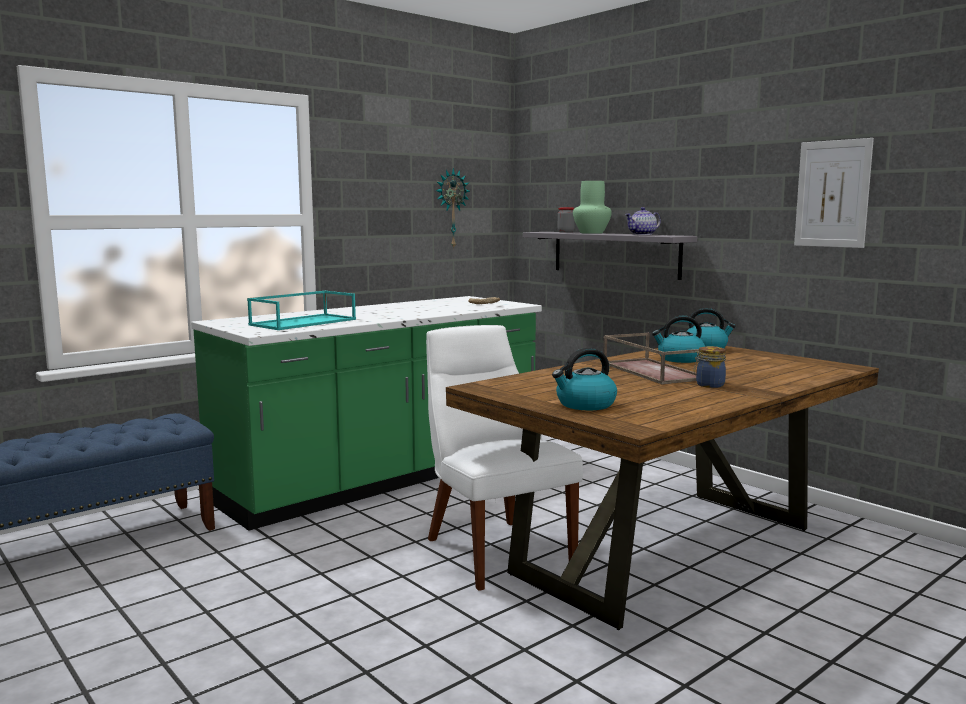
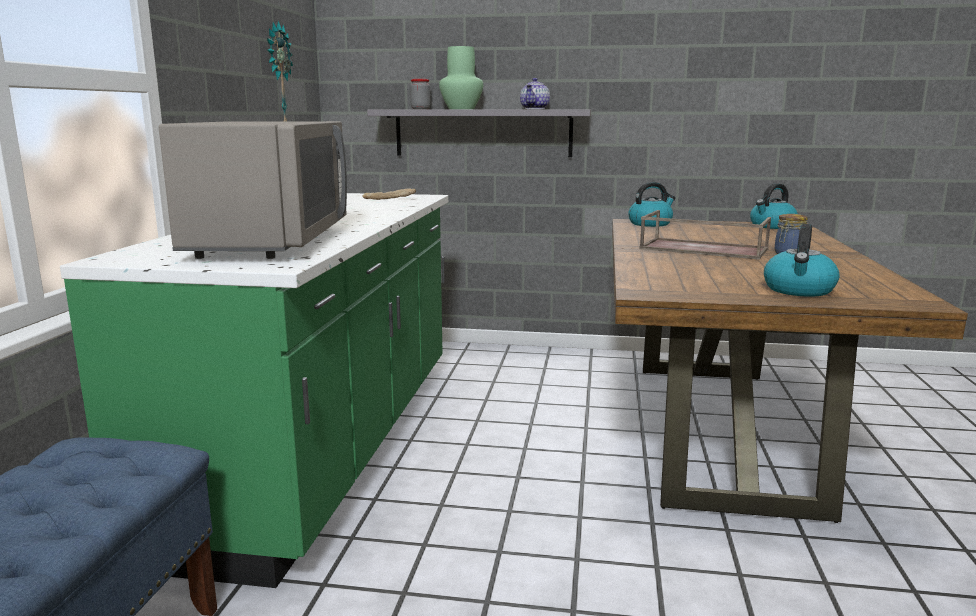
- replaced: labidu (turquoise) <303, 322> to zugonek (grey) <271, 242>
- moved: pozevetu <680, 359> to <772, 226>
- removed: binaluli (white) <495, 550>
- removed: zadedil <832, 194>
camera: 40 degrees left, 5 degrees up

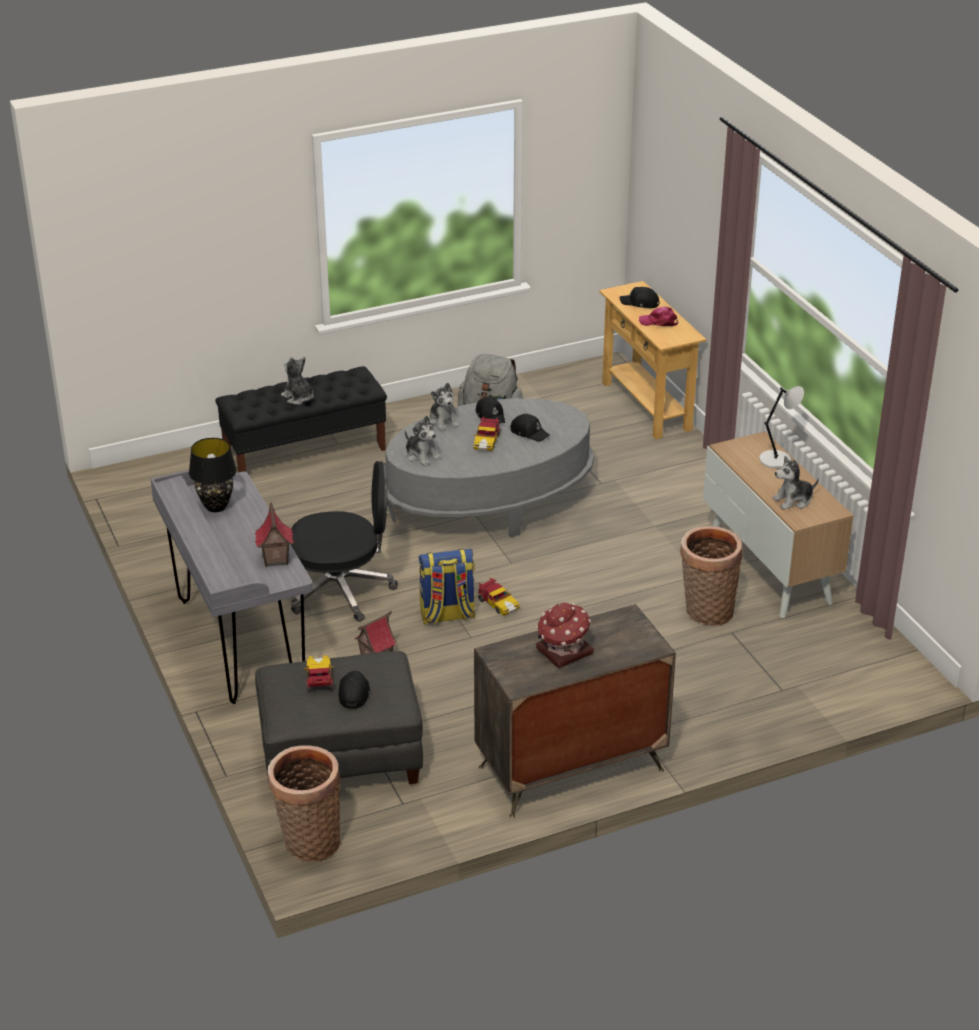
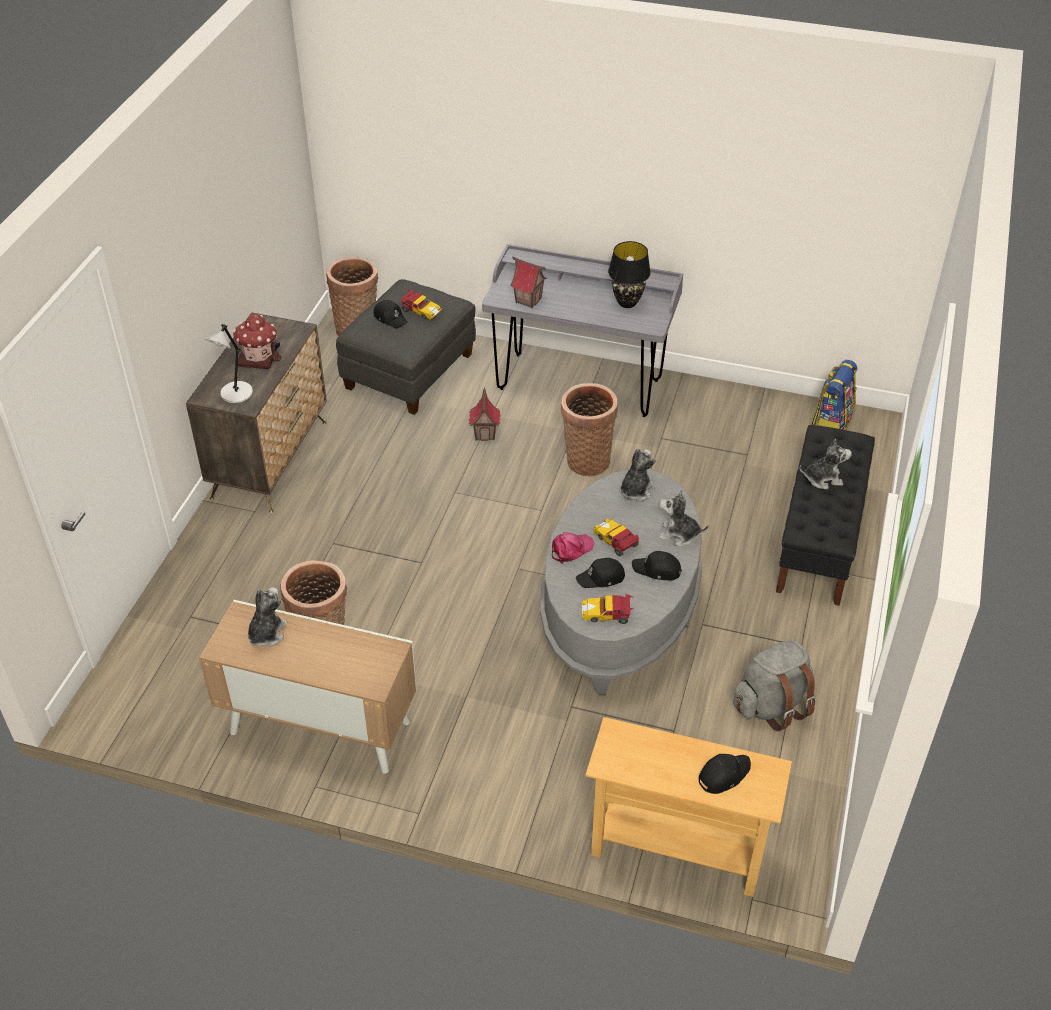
- moved: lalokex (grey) <777, 459> to <235, 394>
- moved: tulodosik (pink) <659, 322> to <571, 549>
- replaced: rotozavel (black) <342, 590> to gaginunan <586, 459>
- moved: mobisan <497, 604> to <607, 614>
- turned: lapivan <422, 456> = <635, 490> 120 degrees clockwise
- moved: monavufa <447, 615> to <831, 424>
camera: 130 degrees right, 10 degrees up

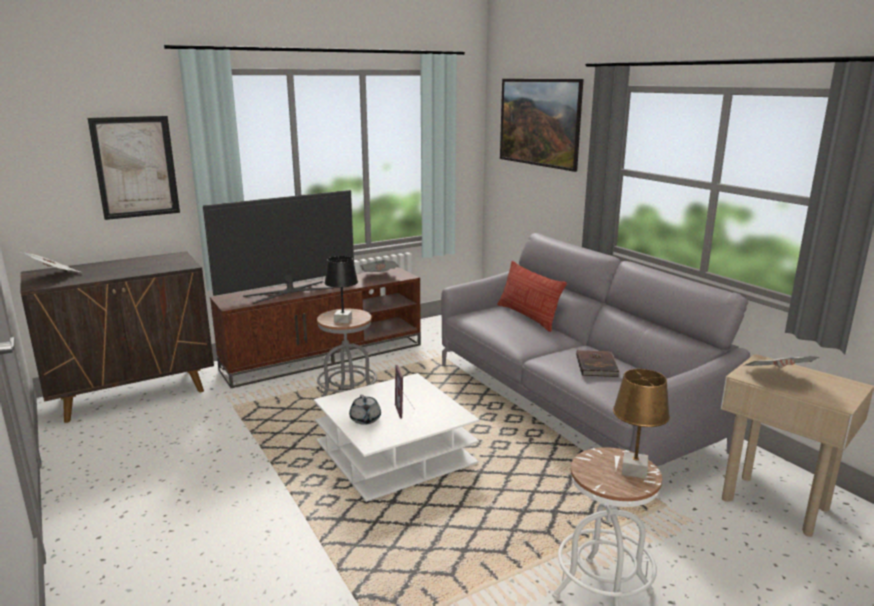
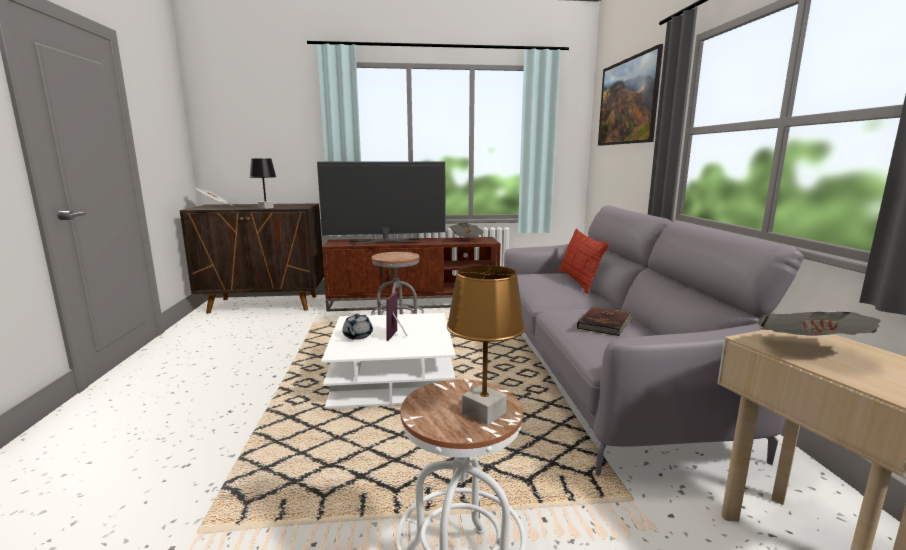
- moved: lalokex (black) <343, 320> to <266, 208>
- removed: zadedil <135, 167>
camera: 25 degrees right, 5 degrees down

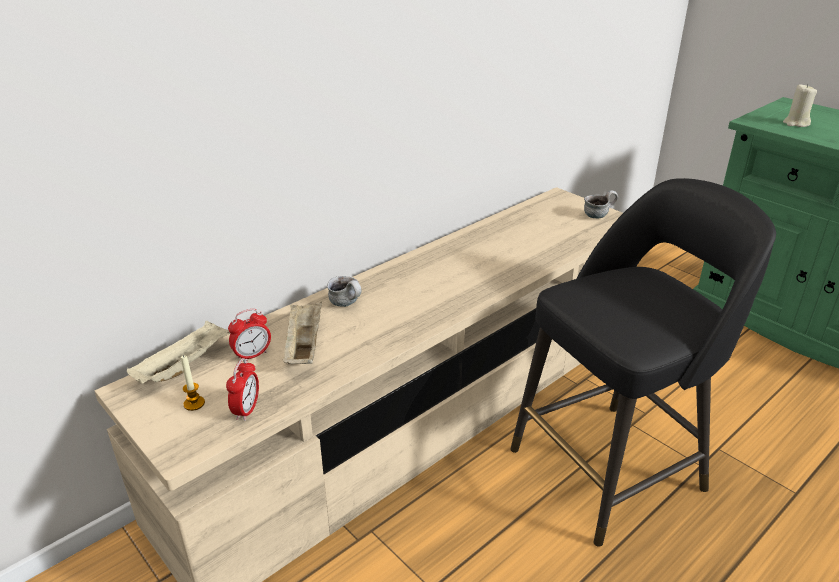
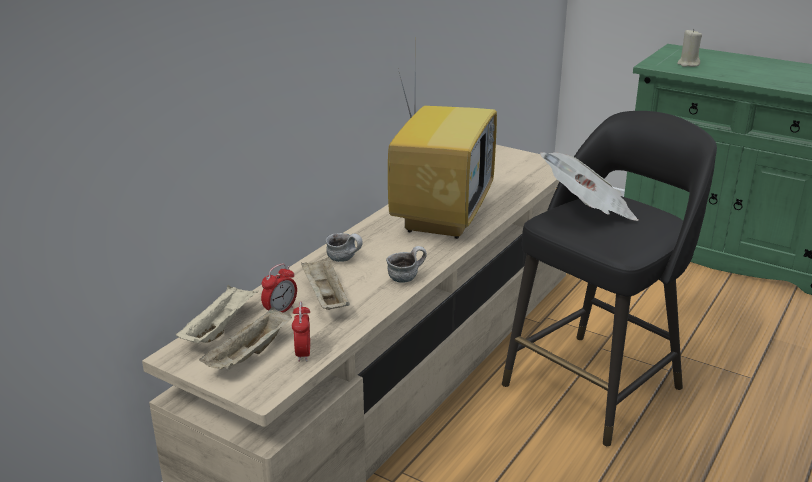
- replaced: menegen <194, 403> to labidu (beige) <249, 355>
- moved: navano <598, 215> to <406, 277>
- added: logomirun <441, 215>
- added: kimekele <587, 210>
camera: 15 degrees left, 5 degrees down

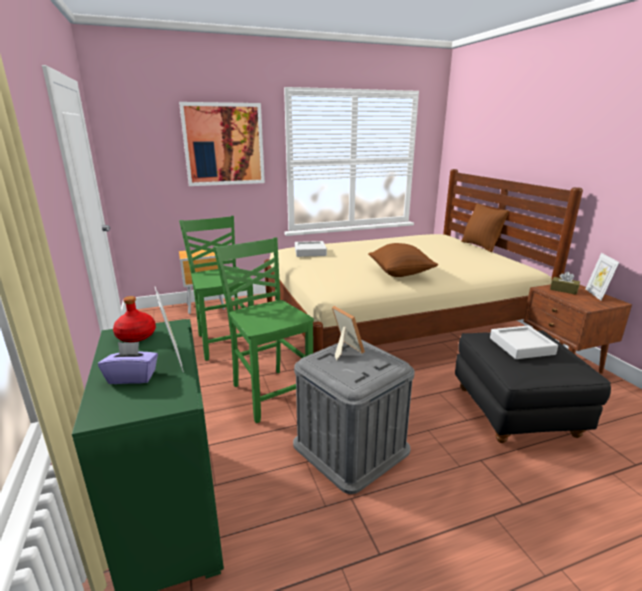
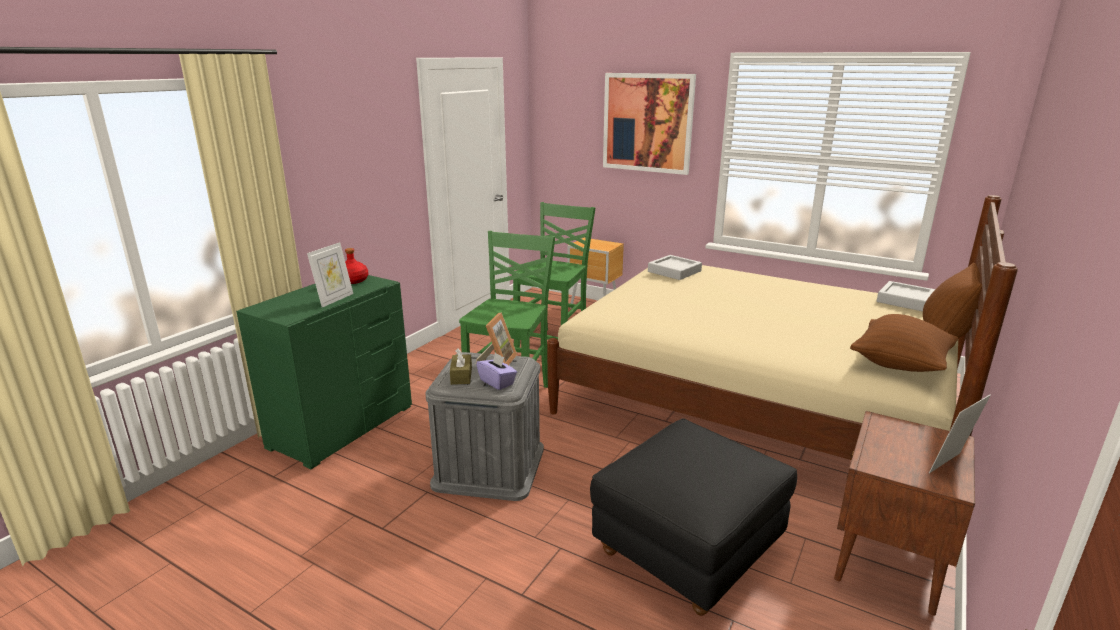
- moved: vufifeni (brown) <563, 290> to <461, 376>
- moved: vufifeni (purple) <132, 377> to <497, 382>
- moved: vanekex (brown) <400, 273> to <900, 364>
- moved: labidu (grey) <521, 346> to <905, 300>
camera: 50 degrees right, 0 degrees up

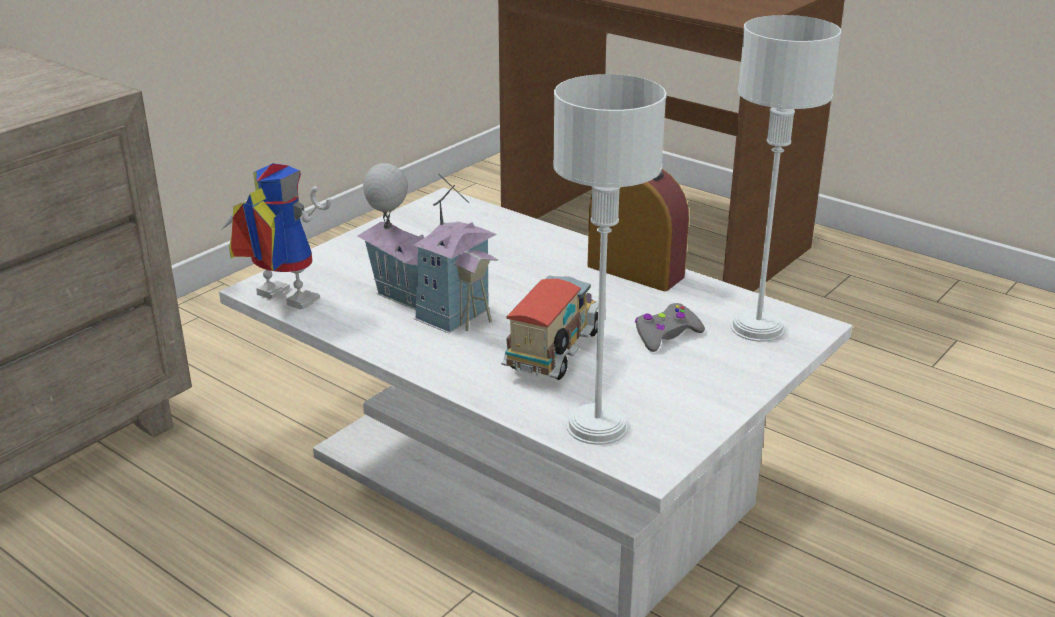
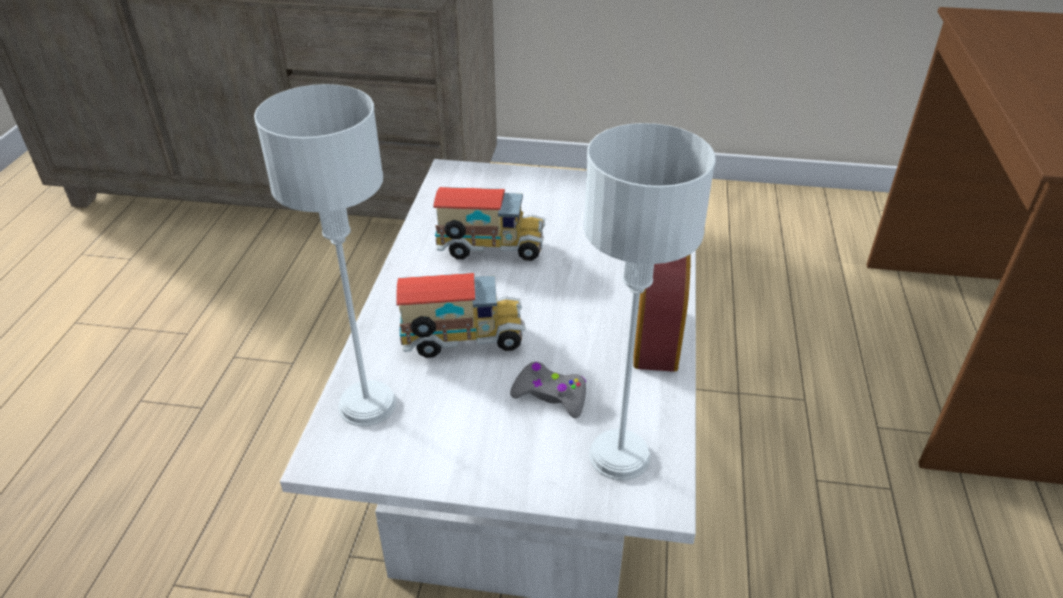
- replaced: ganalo <432, 305> to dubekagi <491, 250>
- removed: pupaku <277, 300>
camera: 60 degrees right, 10 degrees up

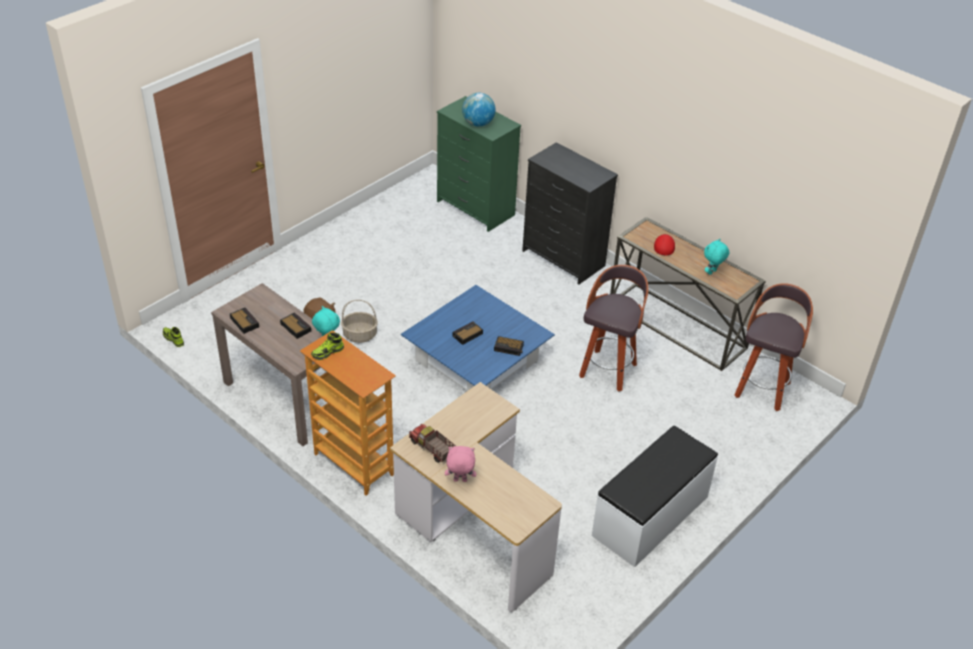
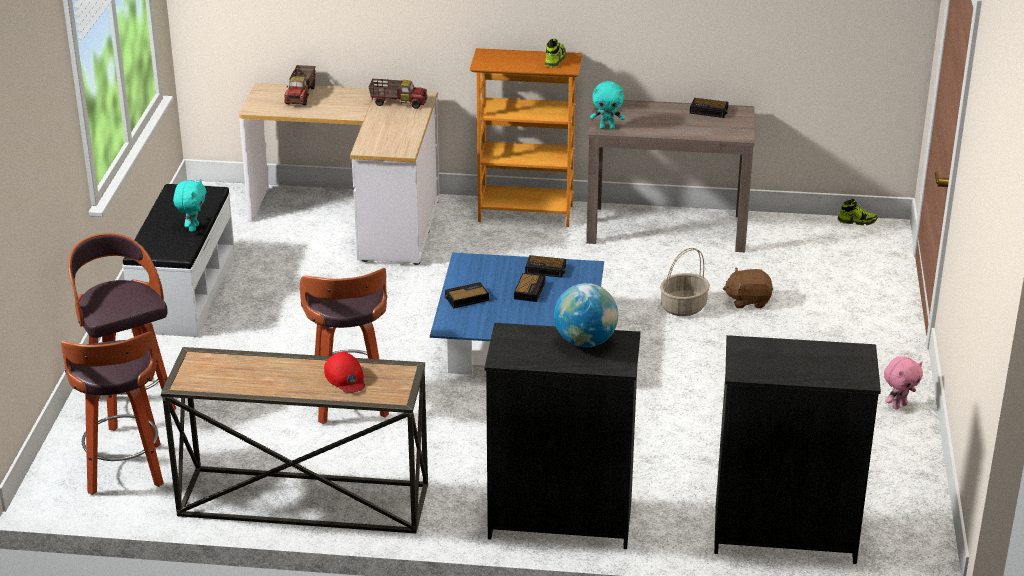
- added: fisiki <130, 403>
- moved: lapivan (turquoise) <712, 272> to <193, 228>
- added: dubekagi <301, 95>
- moved: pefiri <295, 327> to <546, 269>
- moved: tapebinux <478, 123> to <585, 342>
- recoloured: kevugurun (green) <475, 208> to kevugurun (black) <784, 532>
- moved: lapivan (pink) <460, 481> to <899, 405>
camera: 145 degrees right, 10 degrees down

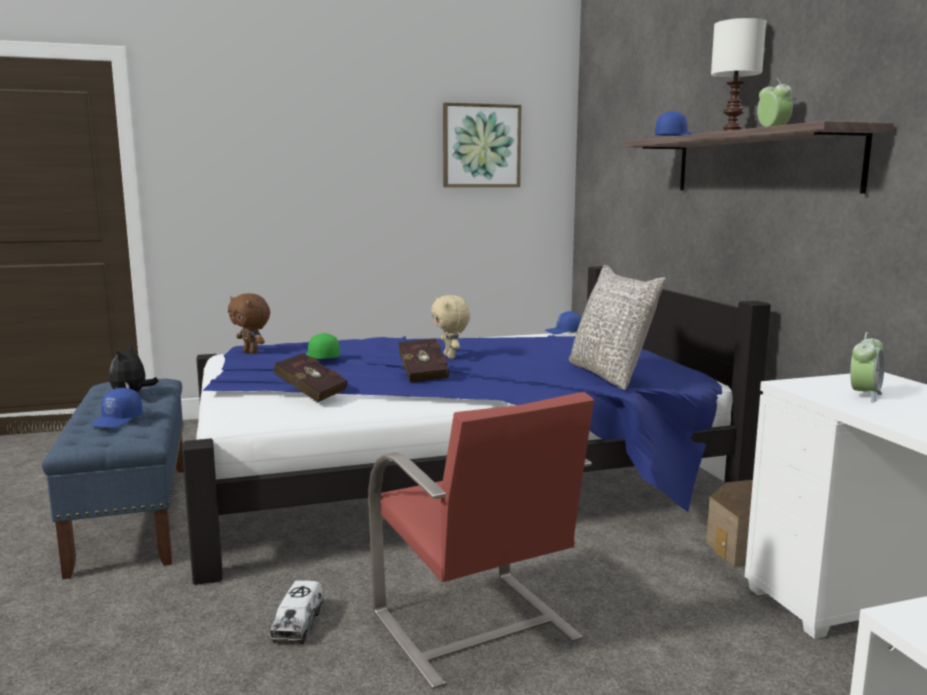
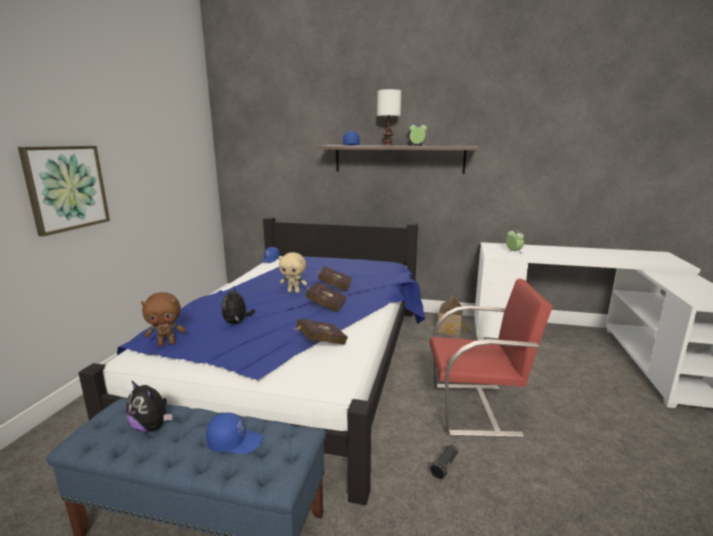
- moved: zadedil <481, 146> to <66, 188>
- turned: tulodosik (blue) <118, 420> = <235, 441> 45 degrees counterclockwise
- replaced: tulodosik (green) <321, 357> to lapivan <237, 322>
- added: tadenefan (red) <333, 287>
- replaced: dubekagi <298, 624> to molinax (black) <444, 466>
- removed: vanekex (grey) <610, 375>
camera: 60 degrees left, 5 degrees up

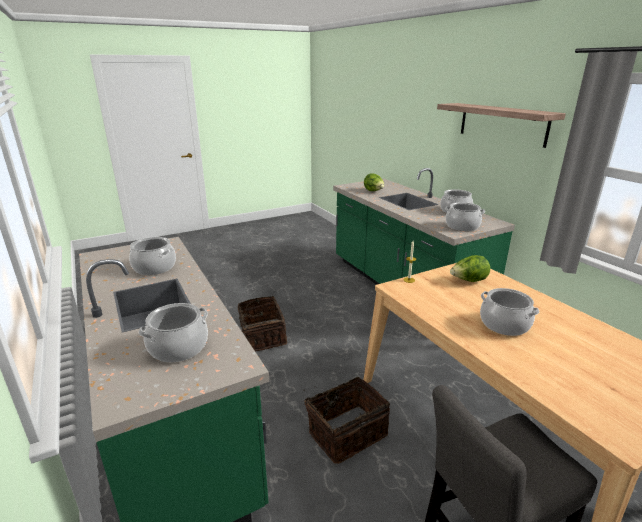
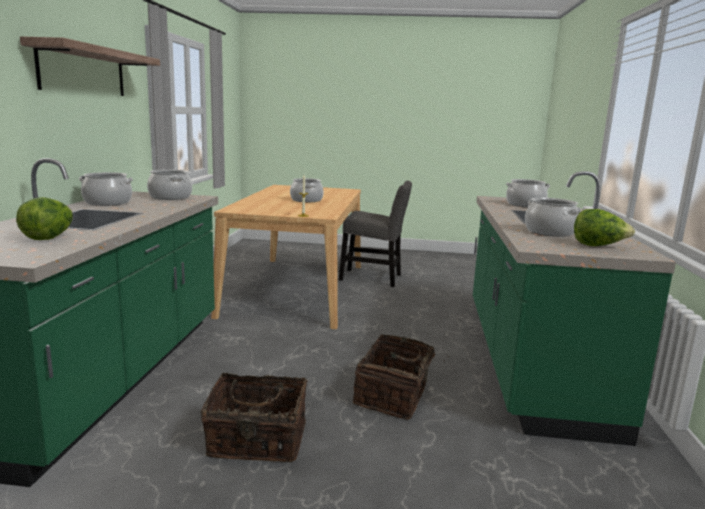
- moved: gaginunan <346, 432> to <257, 441>
- moved: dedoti <468, 281> to <598, 246>
camera: 145 degrees left, 10 degrees down

